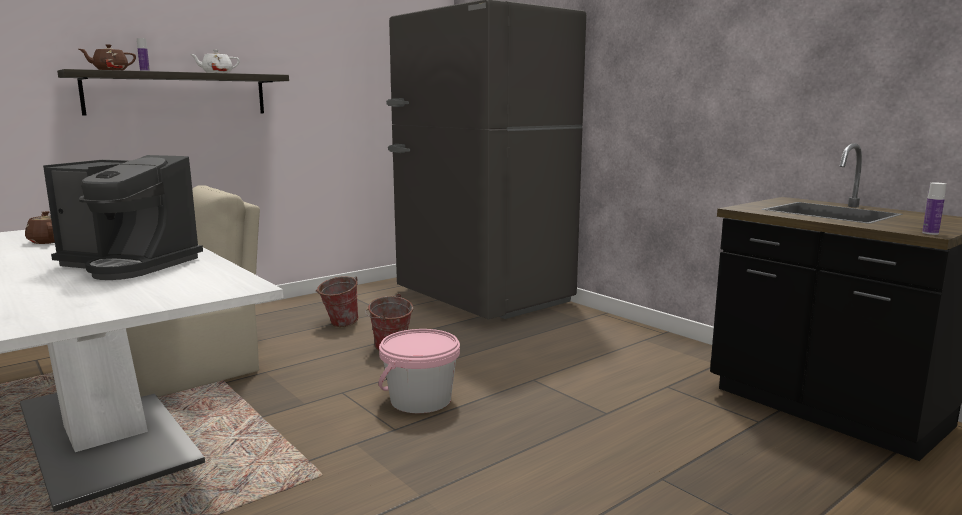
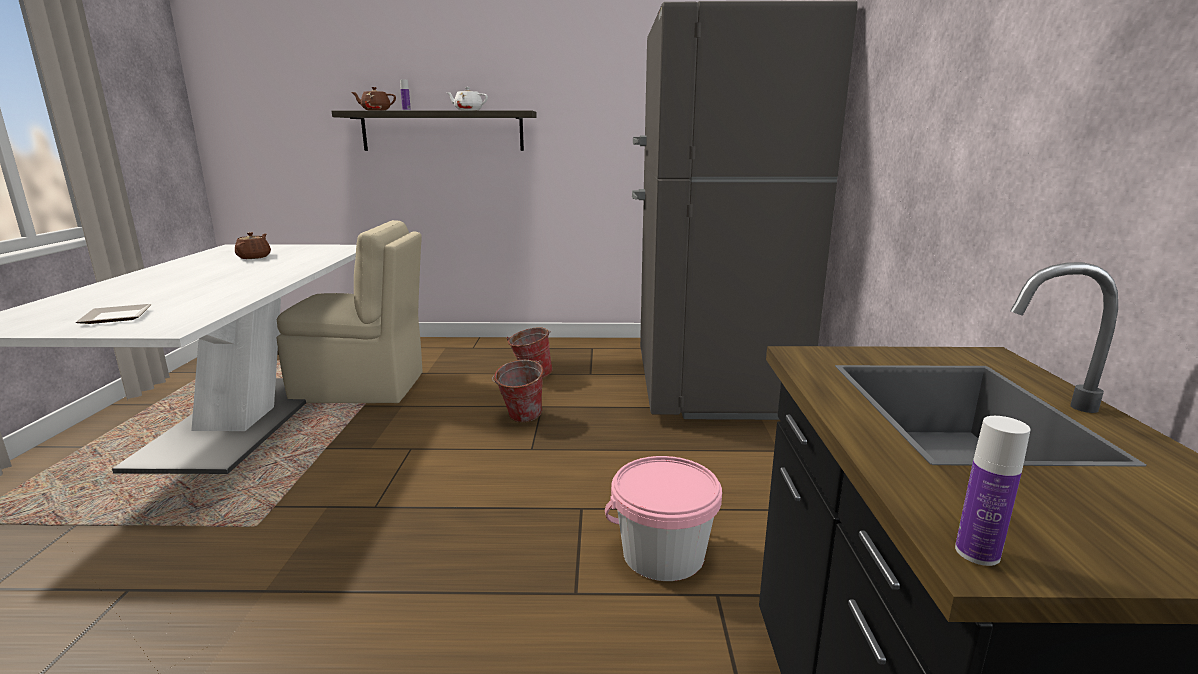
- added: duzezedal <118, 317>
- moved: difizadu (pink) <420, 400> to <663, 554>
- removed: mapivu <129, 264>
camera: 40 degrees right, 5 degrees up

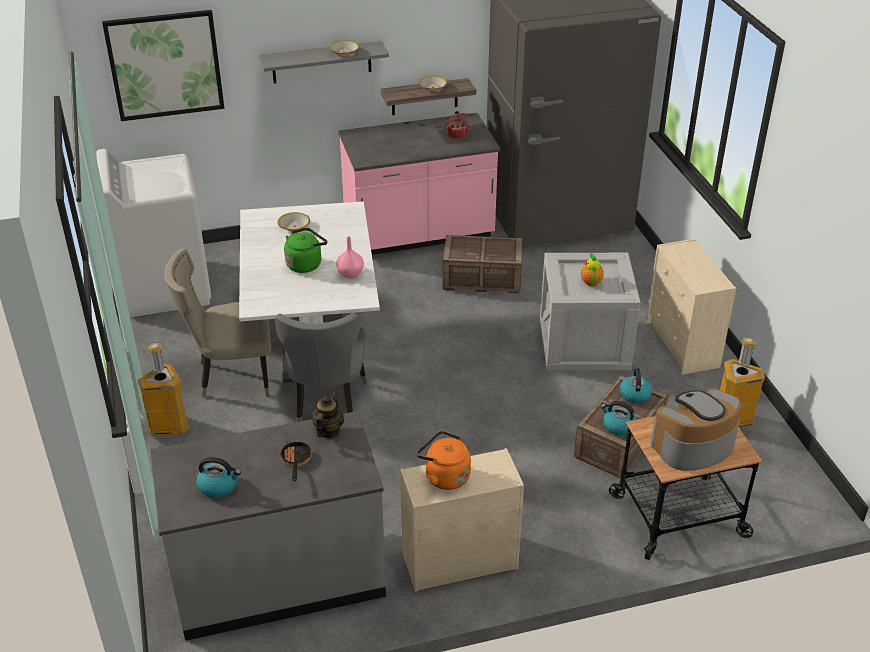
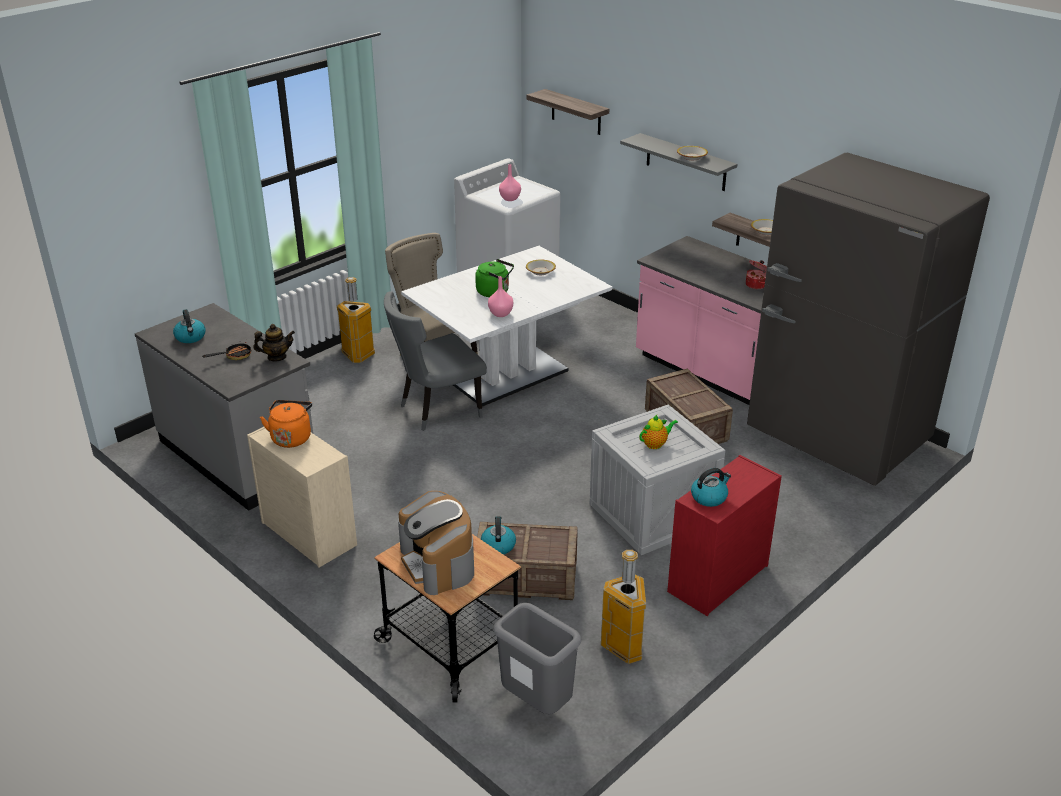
- turned: mapivu <693, 446> = <438, 563> 150 degrees counterclockwise
- added: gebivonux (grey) <537, 704>
- added: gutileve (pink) <510, 199>
- replaced: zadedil <165, 65> to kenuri <576, 112>
- recoloured: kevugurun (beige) <682, 345> to kevugurun (red) <717, 579>
- moved: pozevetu <634, 394> to <709, 497>
camera: 60 degrees right, 5 degrees down

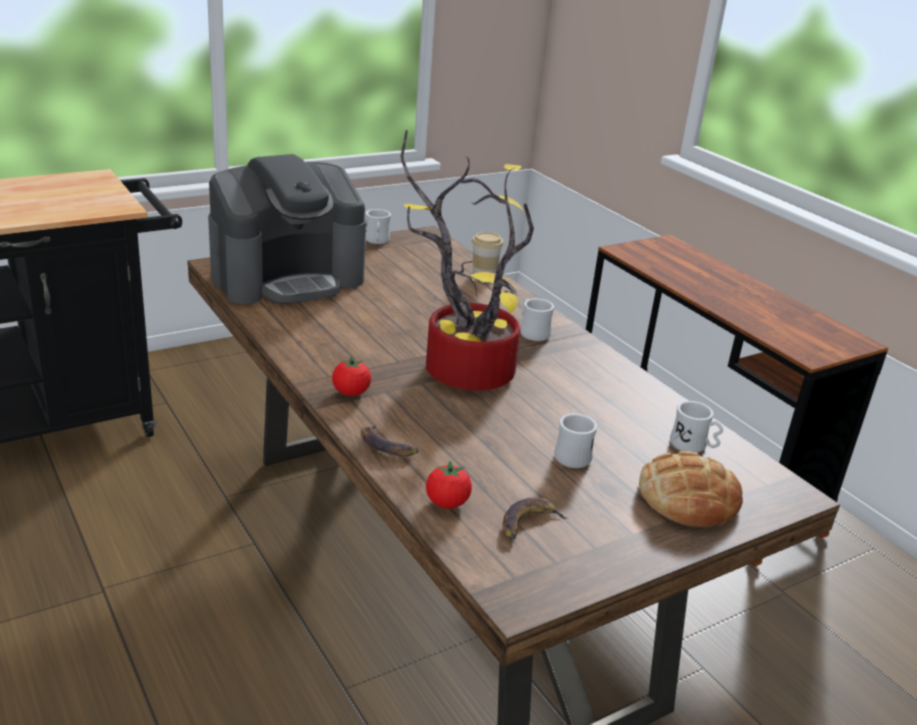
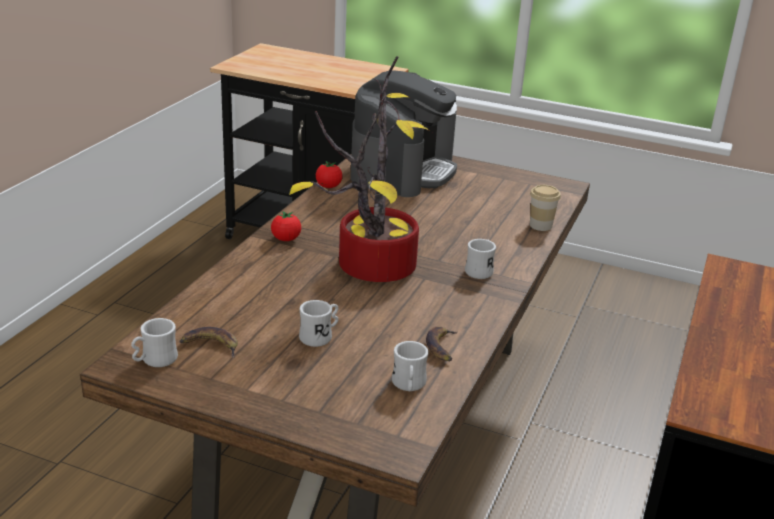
- moved: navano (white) <377, 241> to <154, 360>
- moved: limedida <447, 503> to <328, 186>
- turned: mapivu <288, 277> = <403, 170> 90 degrees counterclockwise
- moved: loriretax <386, 446> to <442, 347>
- removed: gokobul <688, 498>
camera: 55 degrees right, 0 degrees up

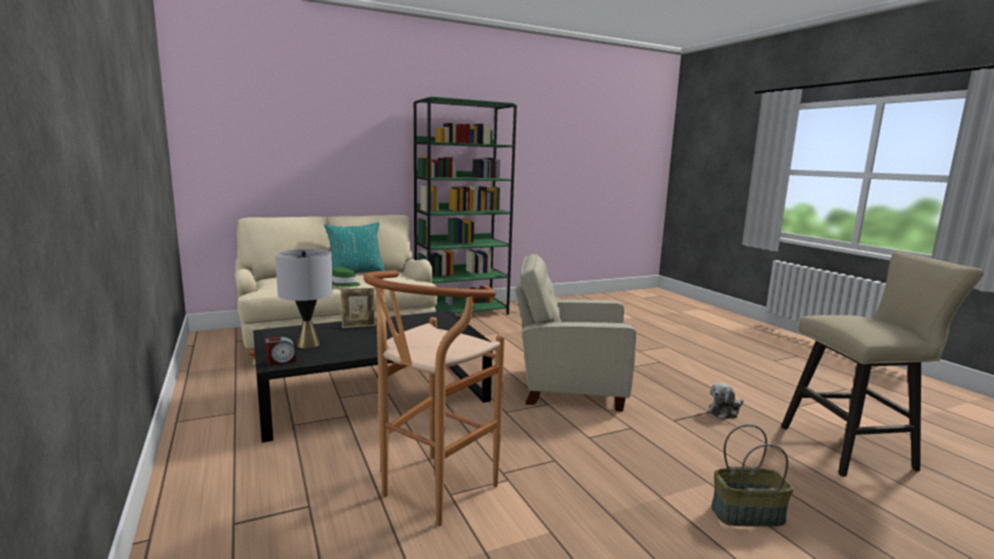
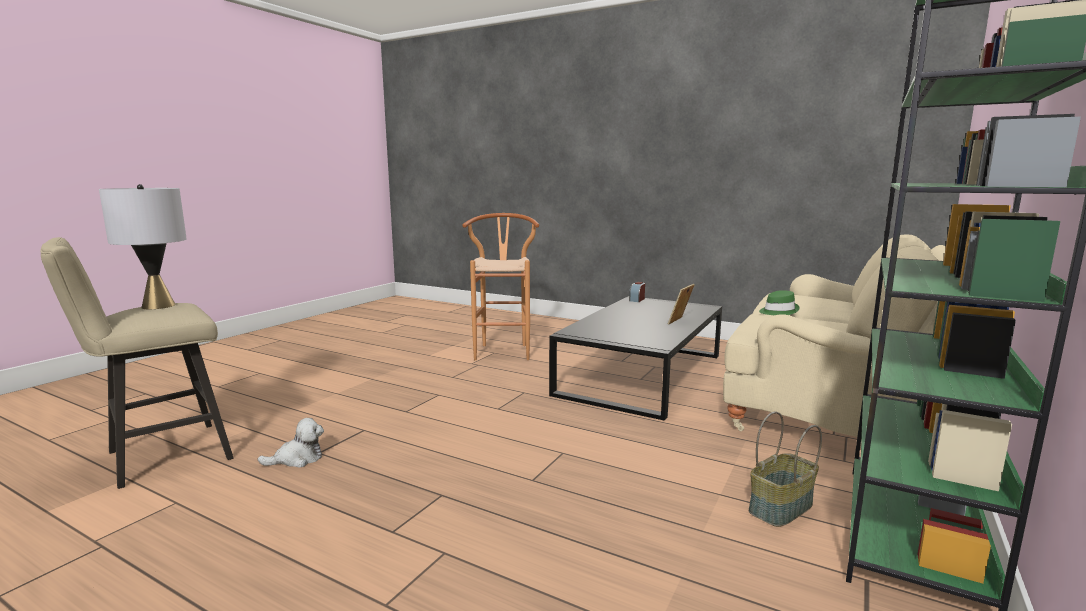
- moved: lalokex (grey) <308, 344> to <158, 306>
- turned: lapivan <725, 411> = <297, 459> 45 degrees clockwise
- moved: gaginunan <747, 514> to <781, 508>
- removed: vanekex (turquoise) <356, 273>
- removed: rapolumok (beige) <567, 388>
camera: 145 degrees right, 0 degrees up

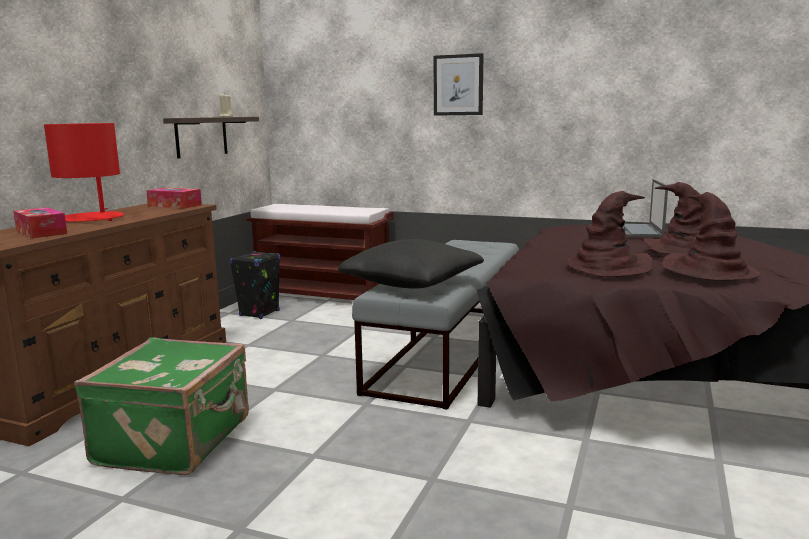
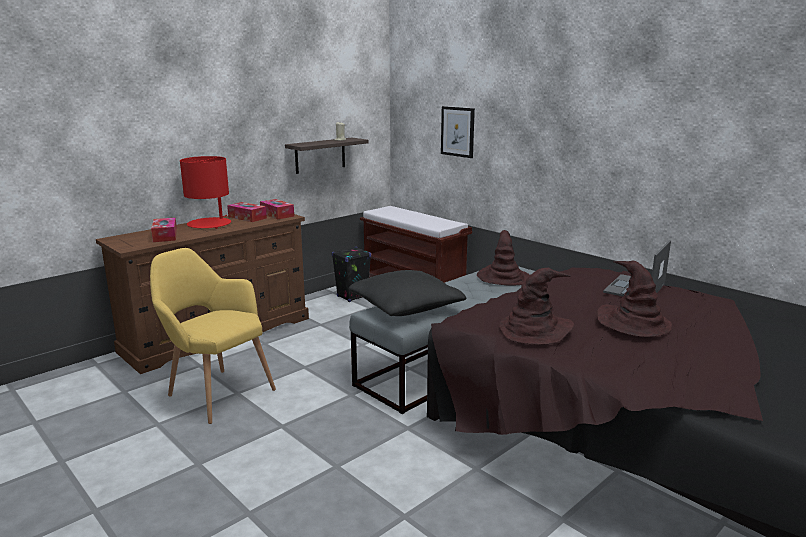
- replaced: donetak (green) <177, 441> to rapolumok (yellow) <215, 392>
- added: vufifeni <247, 217>
- moved: zadedil <458, 85> to <457, 131>
- moved: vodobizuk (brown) <709, 272> to <504, 277>
camera: 25 degrees right, 5 degrees up

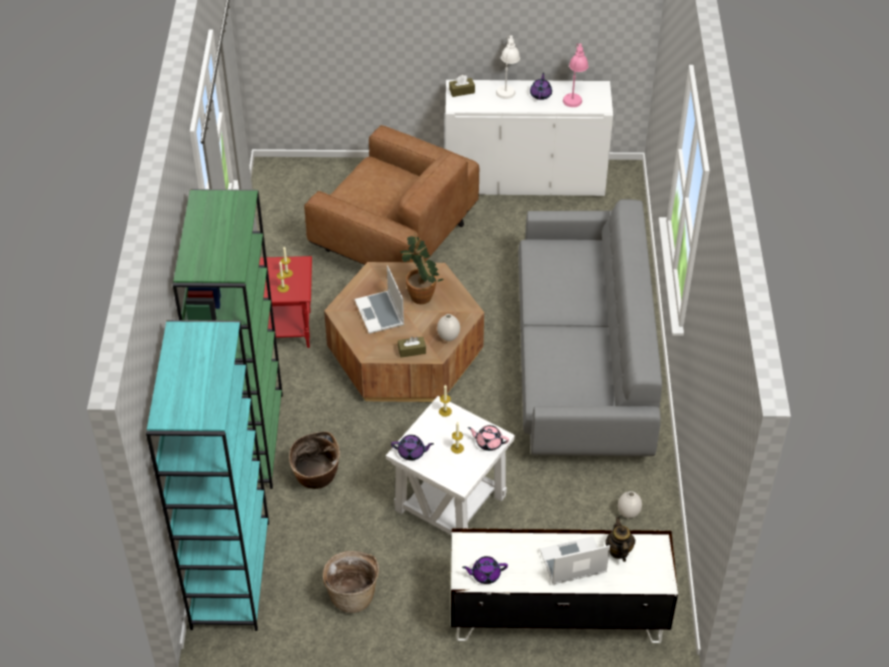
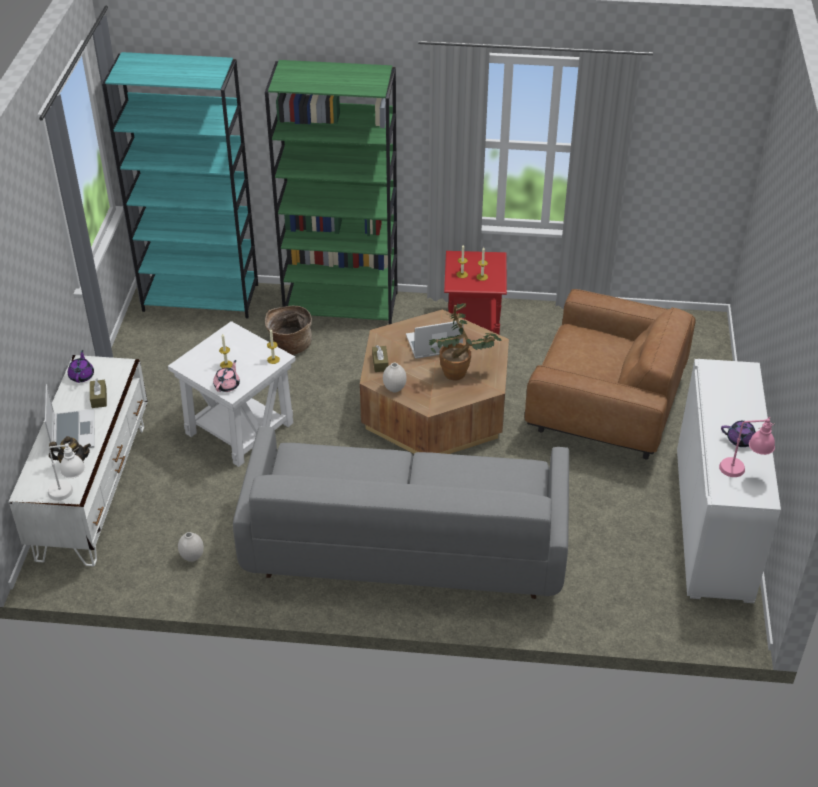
- moved: lalokex (white) <507, 87> to <70, 494>
- moved: vufifeni (brown) <462, 91> to <99, 398>
- turned: rapolumok (brown) <394, 237> = <605, 408> 105 degrees counterclockwise
- removed: gaginunan <352, 594>
- removed: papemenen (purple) <412, 452>
camera: 95 degrees right, 5 degrees down

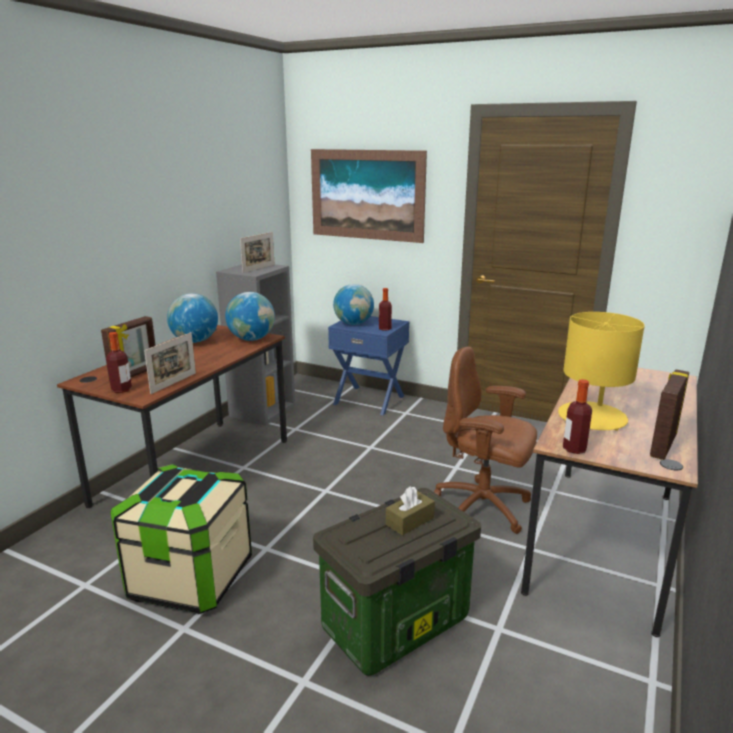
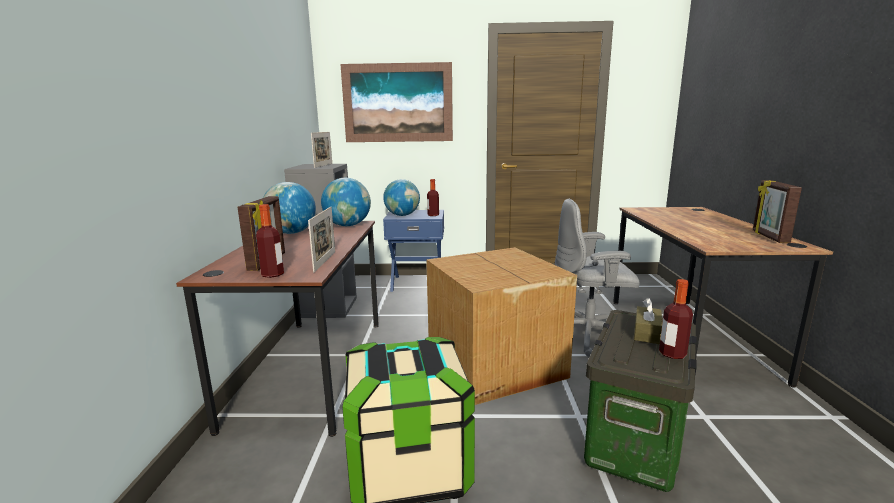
- added: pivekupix <494, 365>
- recoloured: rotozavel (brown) <483, 508> to rotozavel (grey) <589, 336>
- moved: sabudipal <574, 449> to <672, 354>
- removed: lalokex (yellow) <592, 417>
camera: 25 degrees left, 5 degrees down

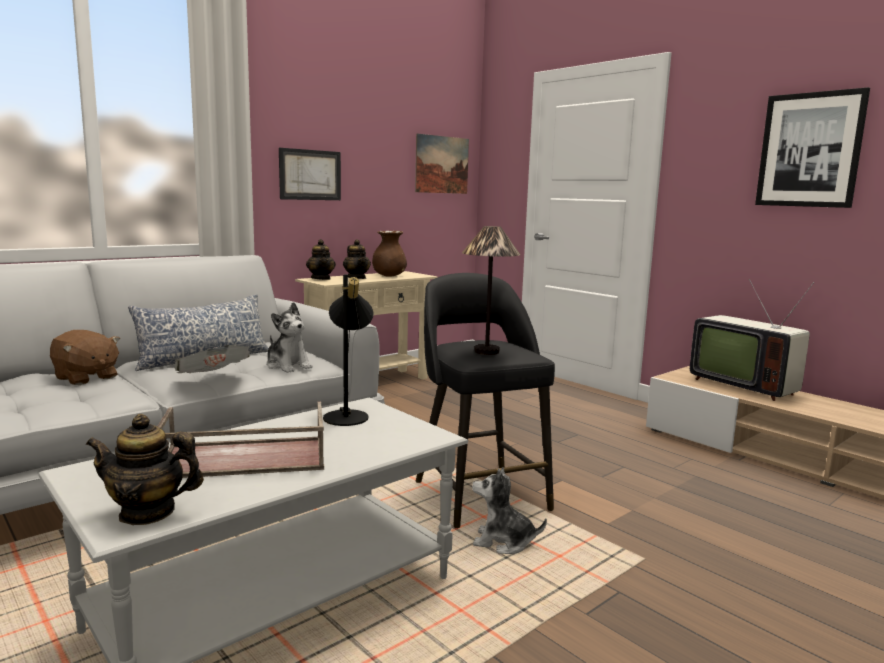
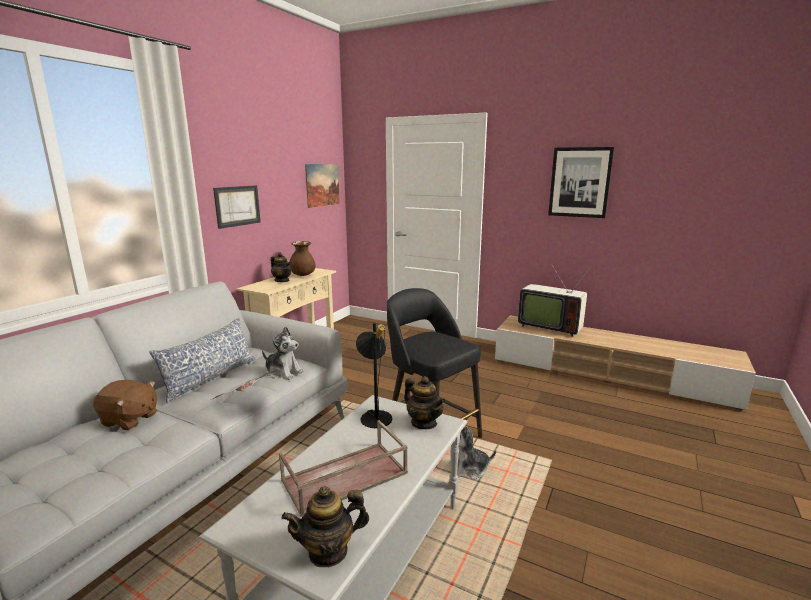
- moved: papemenen <321, 278> to <424, 423>
- removed: lalokex <486, 351>
camera: 20 degrees left, 5 degrees up

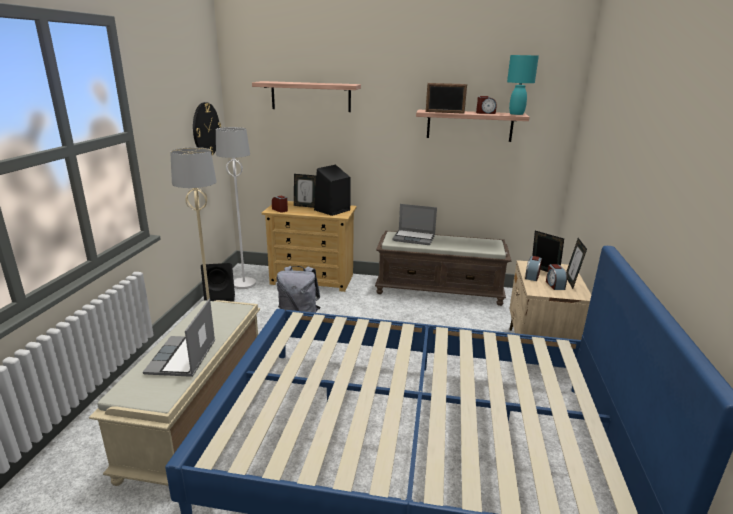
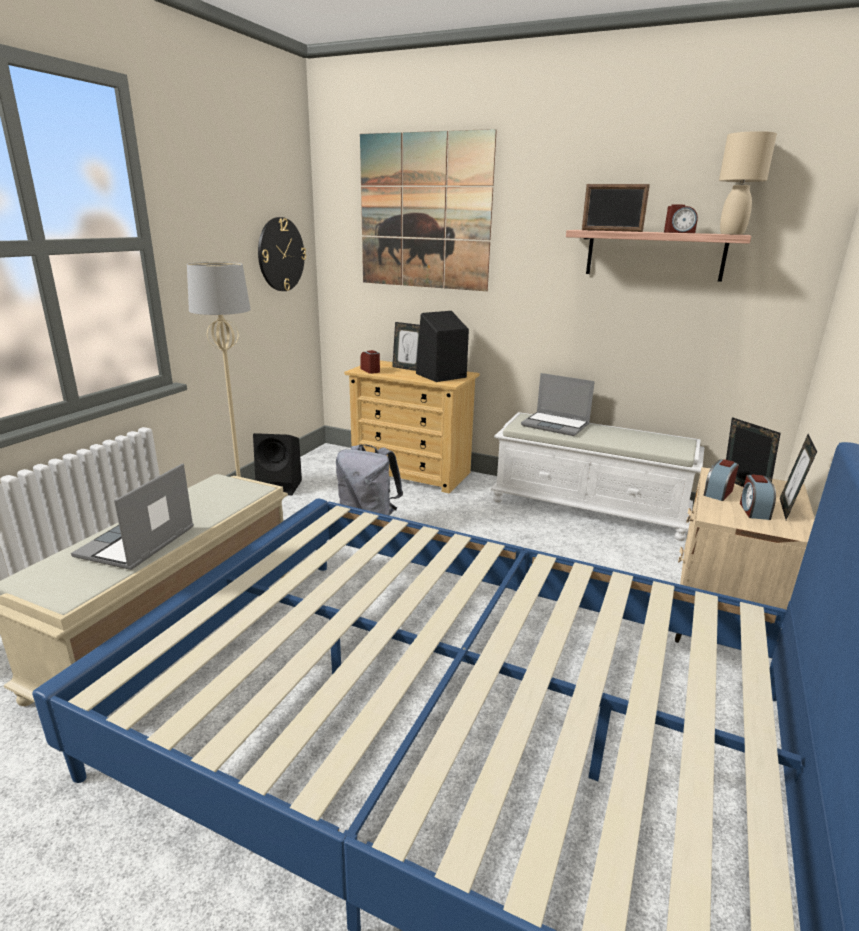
- replaced: kenuri <310, 96> to zadedil <424, 212>
- recoloured: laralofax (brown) <439, 290> to laralofax (white) <590, 508>
- recoloured: lalokex (turquoise) <516, 114> to lalokex (beige) <731, 234>
- removed: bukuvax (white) <244, 284>
camera: 15 degrees right, 0 degrees up

